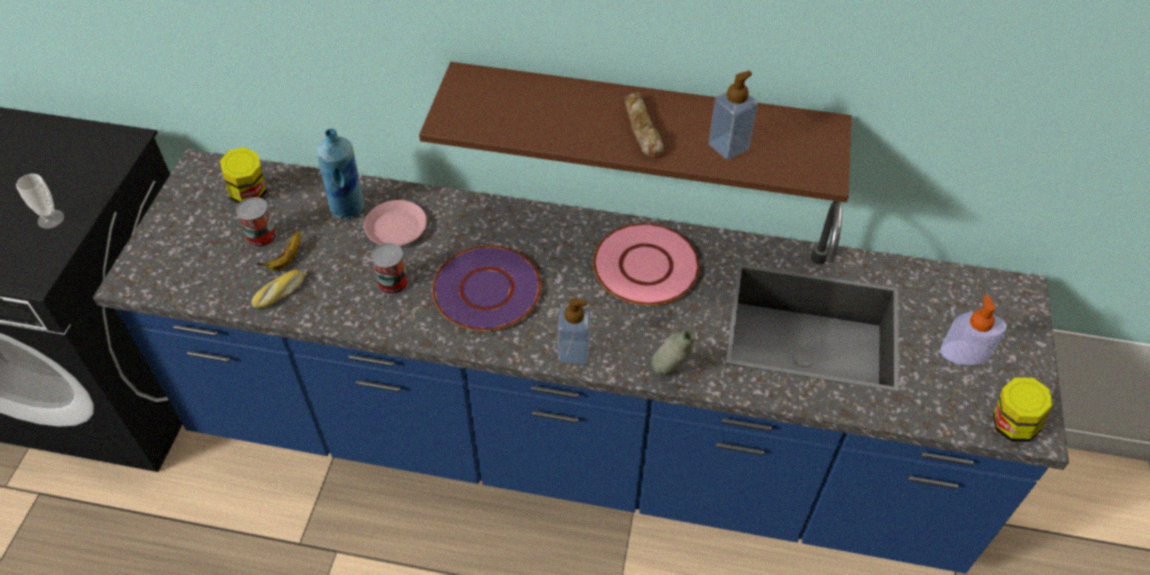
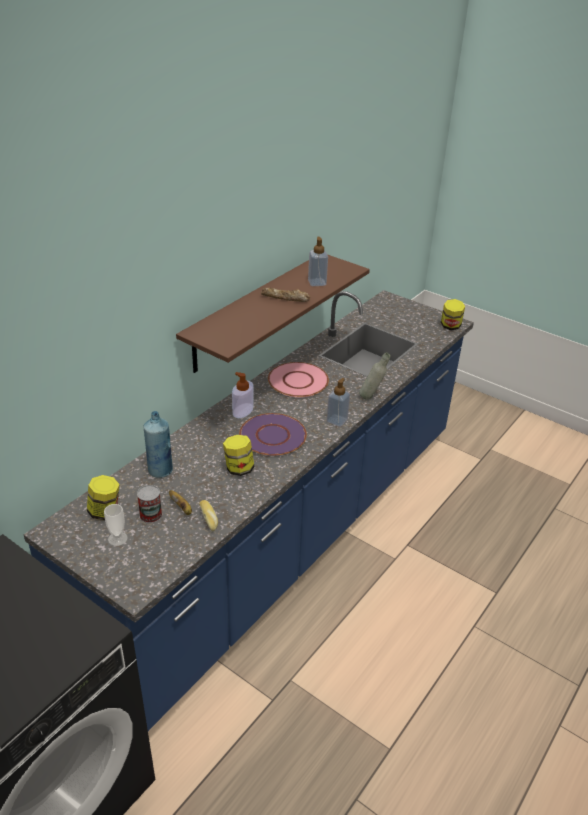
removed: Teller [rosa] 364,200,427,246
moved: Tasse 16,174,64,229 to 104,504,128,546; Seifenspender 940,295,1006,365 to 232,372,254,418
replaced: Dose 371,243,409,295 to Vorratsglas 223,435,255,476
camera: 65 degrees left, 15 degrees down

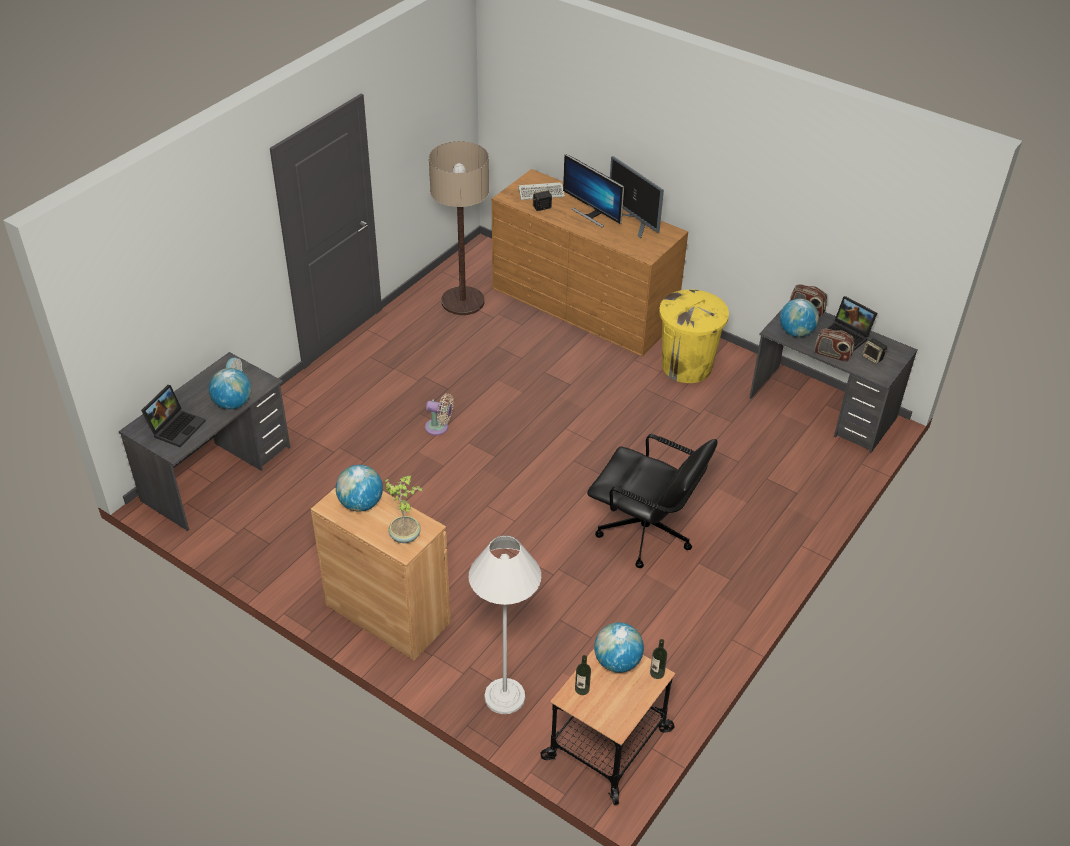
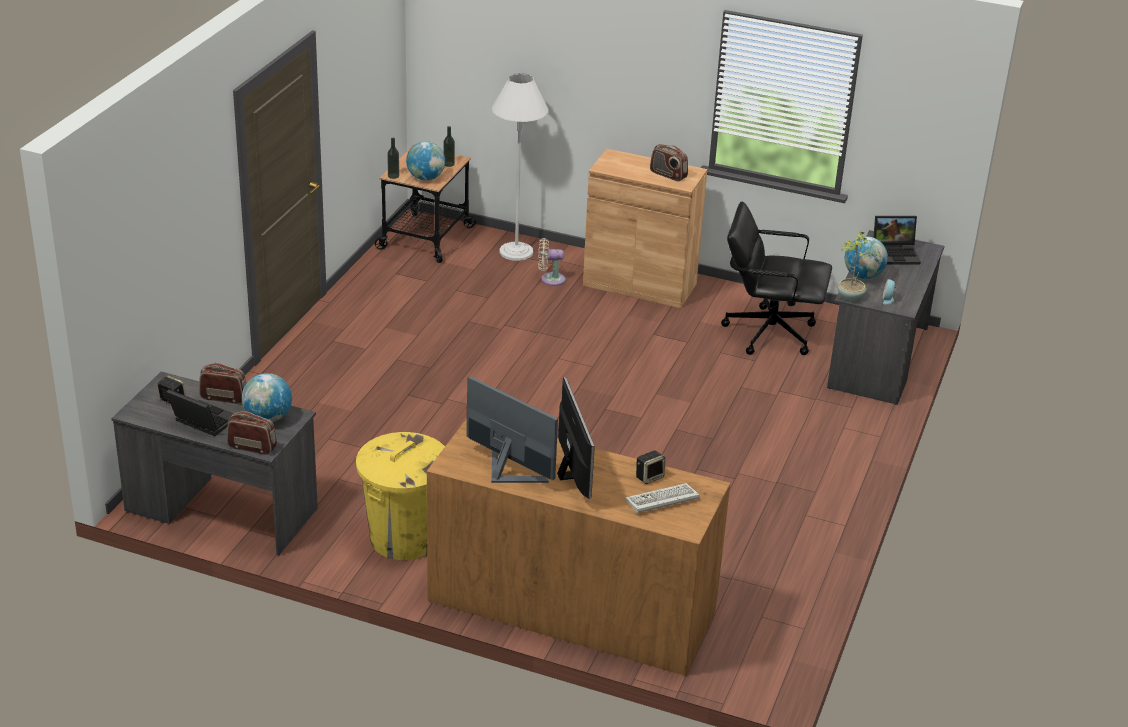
removed: Stehlampe 429,141,489,315
moved: Ventilator [beige] 425,394,454,435 to 538,238,565,286; Bürostuhl [schwarz] 587,434,717,568 to 721,201,832,355; Topfpflanze 385,476,424,543 to 837,230,881,301
replaced: Globus 336,465,383,512 to Radio 650,144,688,181
turned: Monitor 563,154,624,227 = 557,377,595,499 45 degrees clockwise; Laptop 141,385,206,447 = 873,216,921,265 105 degrees counterclockwise
camera: 165 degrees right, 10 degrees down

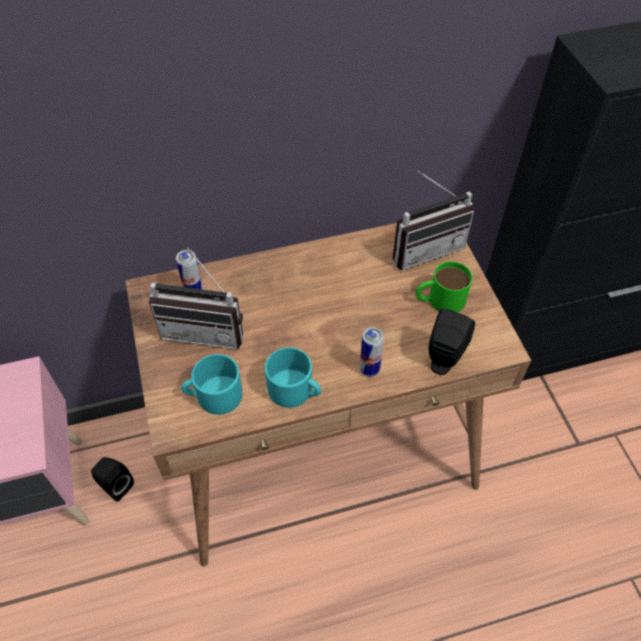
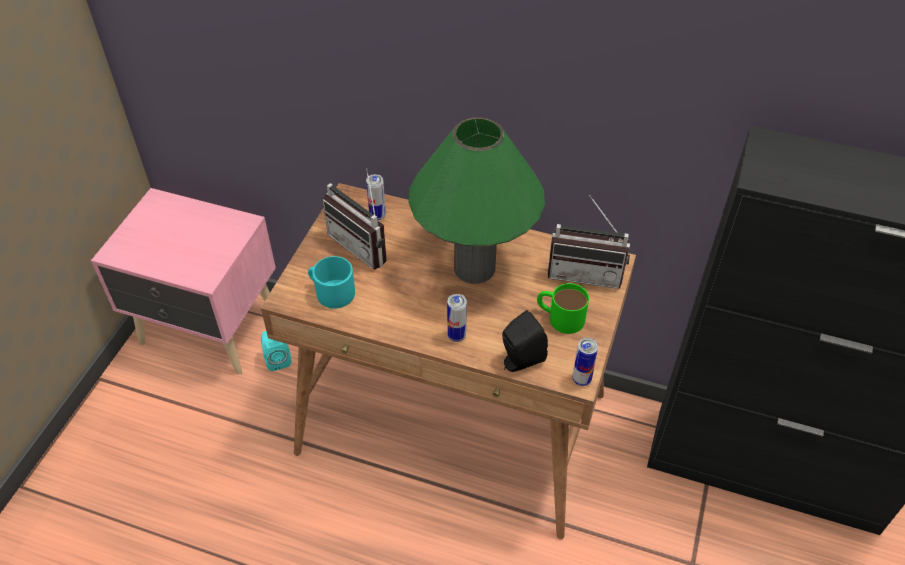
removed: Henkelbecher [türkis] 265,347,321,408
added: Tischlampe [grün] 408,117,545,284; Dose 572,338,598,386
recoloured: Lautsprecher [schwarz] 91,457,134,502 to Lautsprecher [türkis] 261,331,291,371
camera: 35 degrees right, 5 degrees down

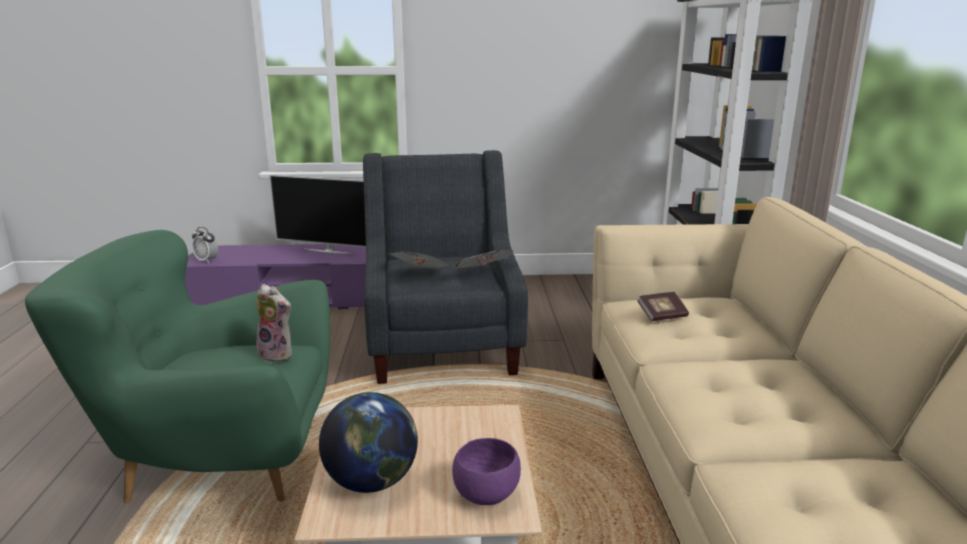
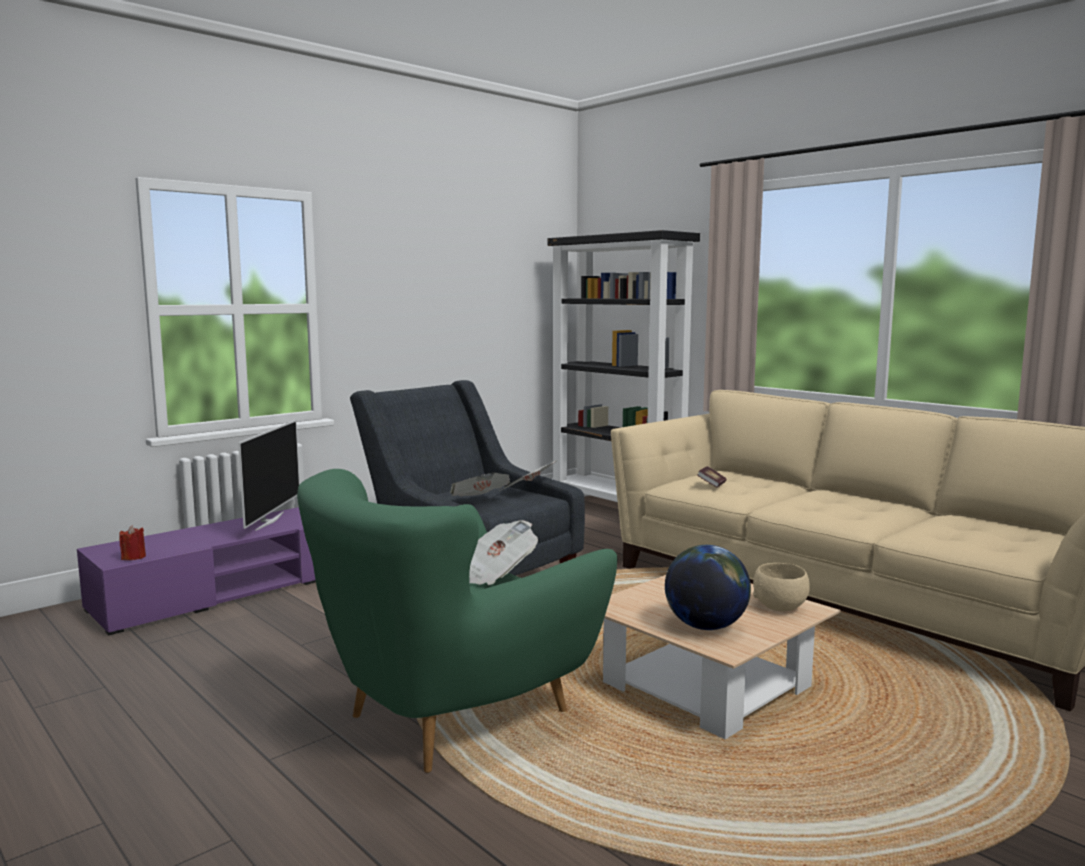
replaced: Wecker 192,227,218,263 to Kerze [rot] 119,526,146,560; Plüschtier 253,284,292,363 to Zeitung 469,520,538,585
recoloured: Schüssel [lila] 452,438,521,505 to Schüssel [beige] 753,563,810,611
turned: Fernseher 269,175,366,254 = 238,420,299,531 60 degrees counterclockwise
camera: 40 degrees left, 10 degrees down

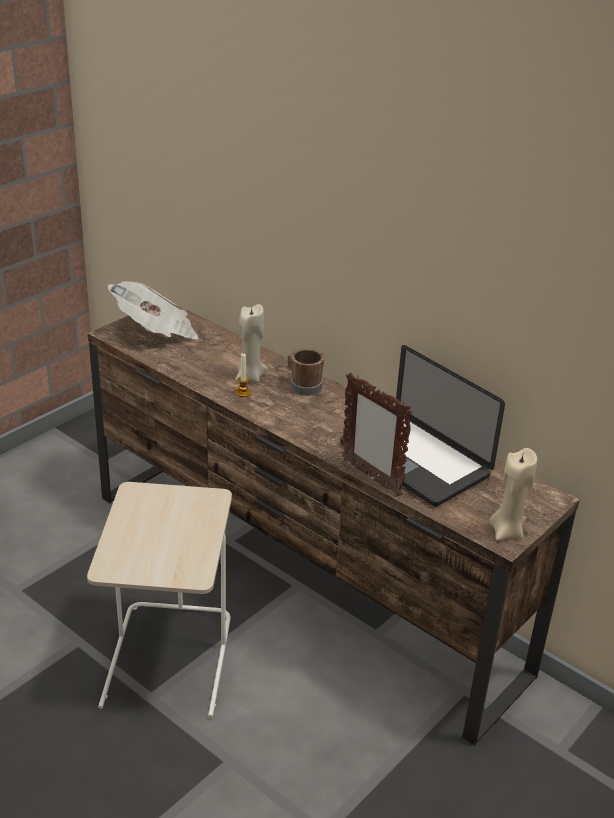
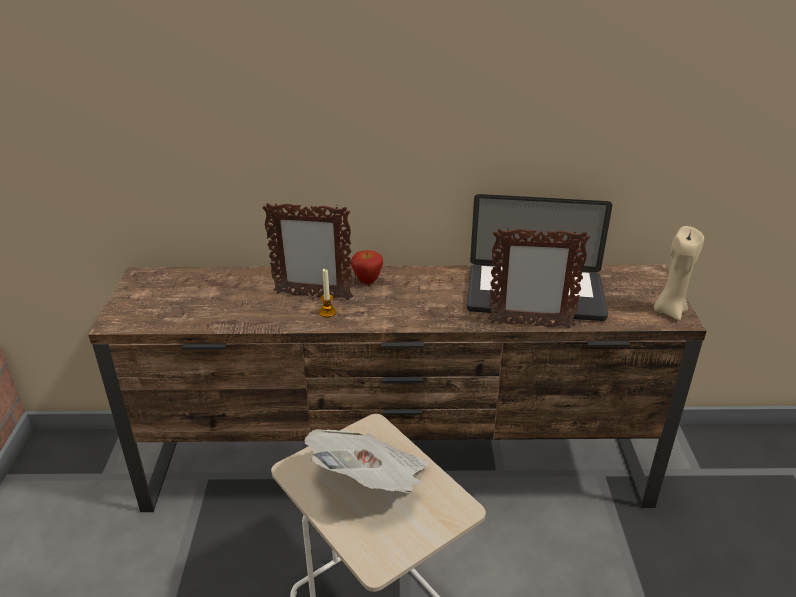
moved: Zeitung 108,281,198,339 to 305,429,429,493
replaced: Kerze [beige] 235,304,268,383 to Bilderrahmen 262,202,353,300; Henkelbecher [braun] 288,349,325,396 to Apfel 351,250,383,284
camera: 40 degrees left, 0 degrees up

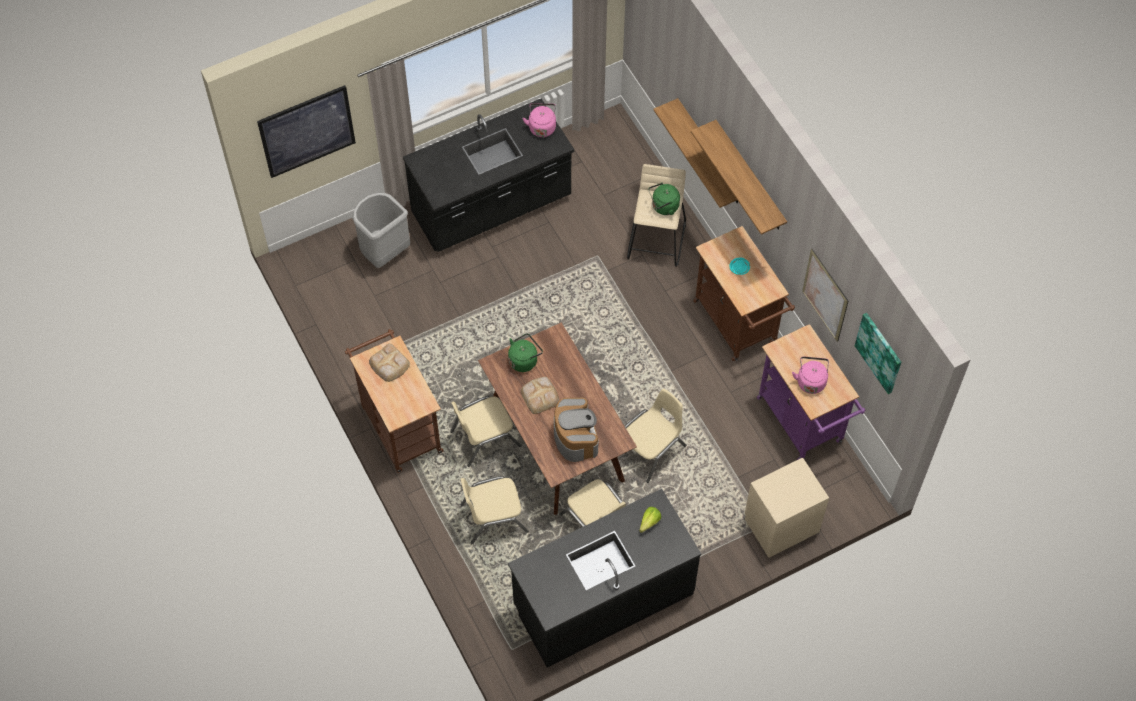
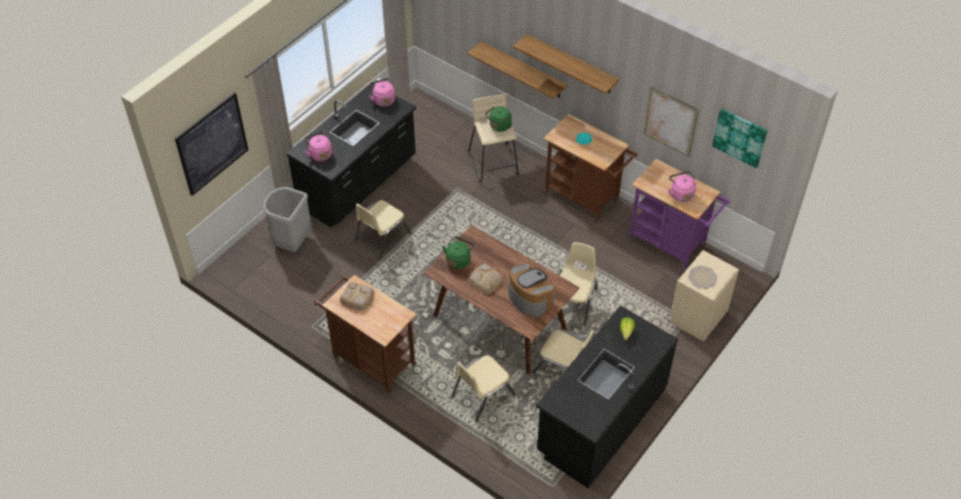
added: Wasserkessel [rosa] 304,131,332,161; Teller 688,265,717,289
moved: Stuhl [beige] 450,396,521,467 to 354,200,412,260
camera: 25 degrees left, 10 degrees down

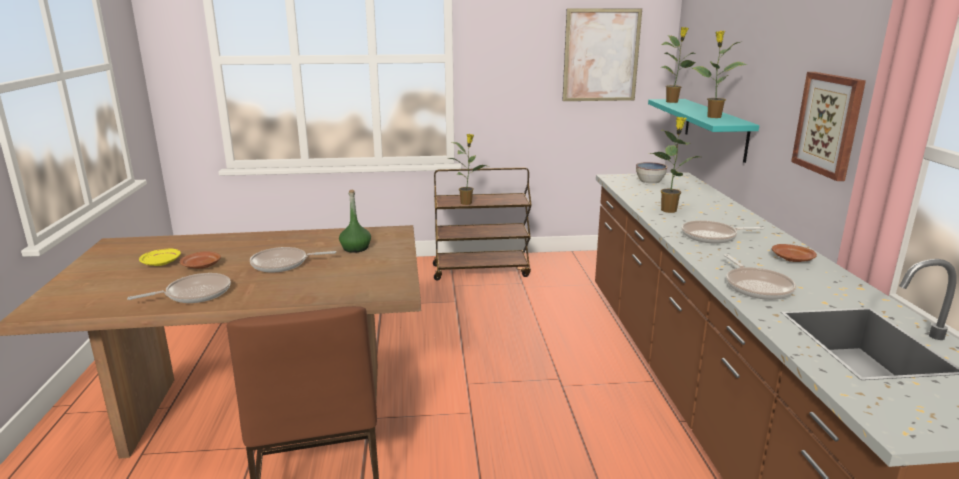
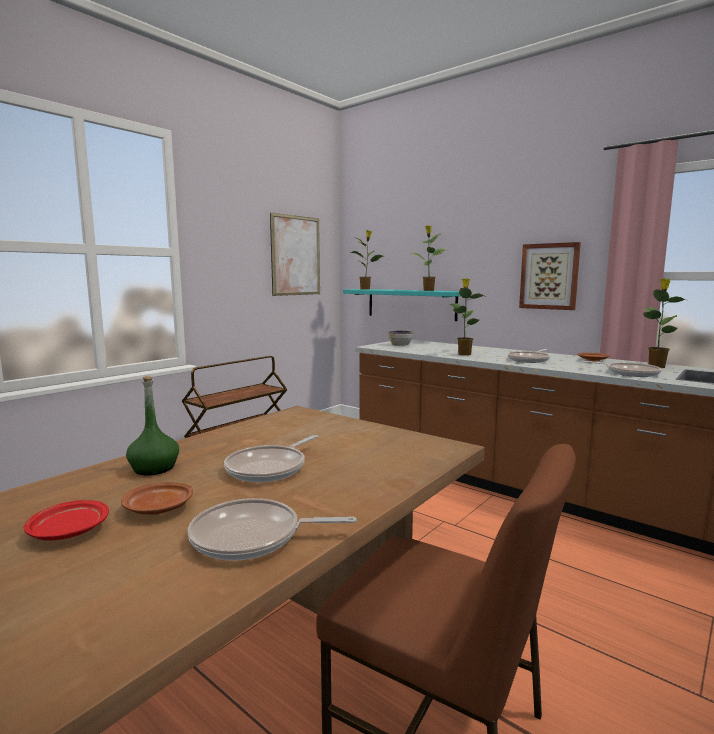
moved: Flasche [grün] 339,190,371,253 to 126,376,179,475; Topfpflanze 449,134,486,205 to 643,279,686,368
recoloured: Teller [gelb] 139,248,181,266 to Teller [rot] 24,500,109,541
turned: Pfanne 127,273,231,303 = 188,498,356,561 105 degrees counterclockwise
camera: 45 degrees left, 10 degrees down

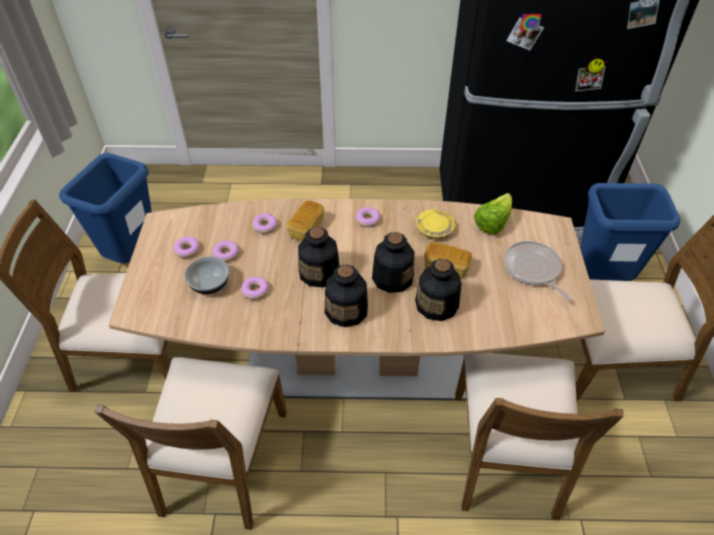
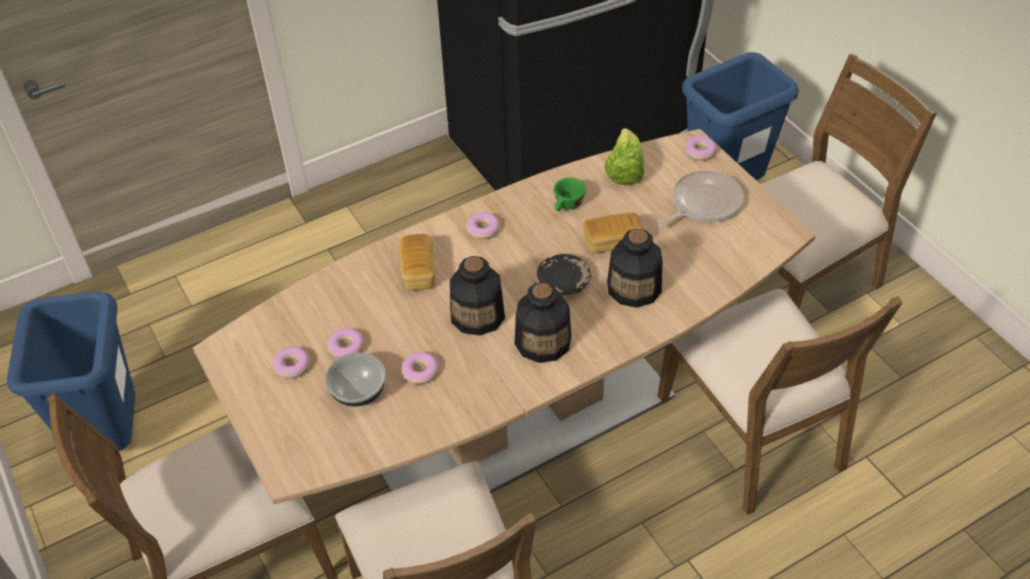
moved: Donut 252,214,278,234 to 685,136,717,161
replaced: Flasche 372,232,414,293 to Teller [schwarz] 537,254,591,296; Teller [gelb] 416,209,455,239 to Tasse [grün] 554,177,586,211
turned: Pfanne 504,241,571,301 = 657,170,744,228 105 degrees clockwise
camera: 30 degrees left, 0 degrees up

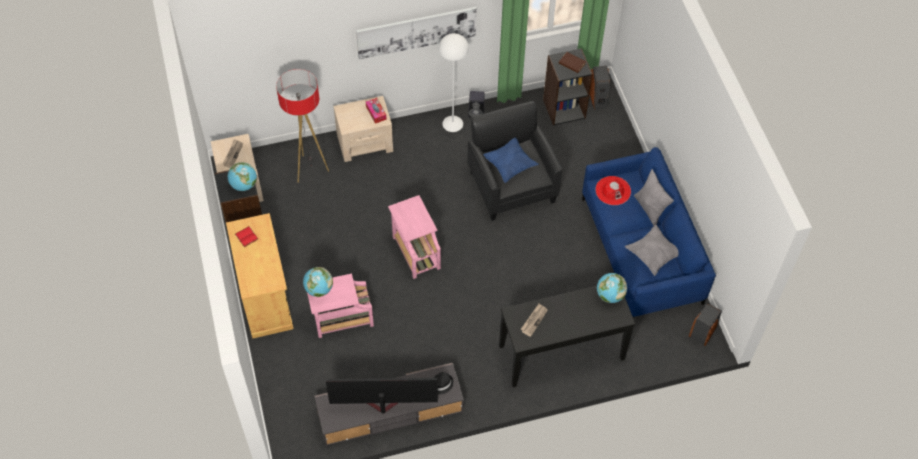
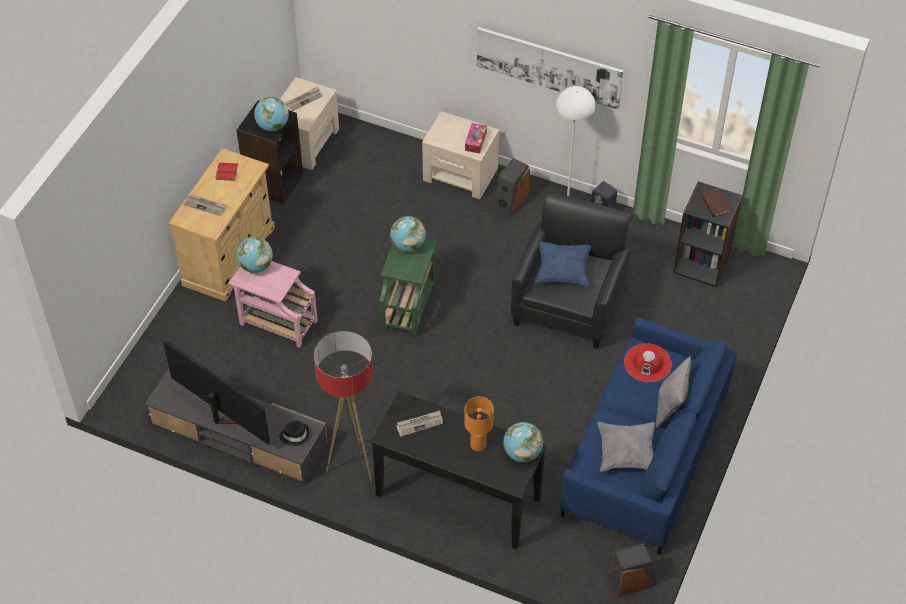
added: Zeitung 183,194,227,216; Globus 390,216,426,252; Tischlampe [orange] 464,396,494,452
moved: Stehlampe 276,69,329,183 to 314,331,373,481; Lautsprecher 590,66,610,110 to 494,158,530,217
recoloured: Beistelltisch [rosa] 388,195,441,279 to Beistelltisch [grün] 379,238,437,337
camera: 40 degrees right, 5 degrees down

